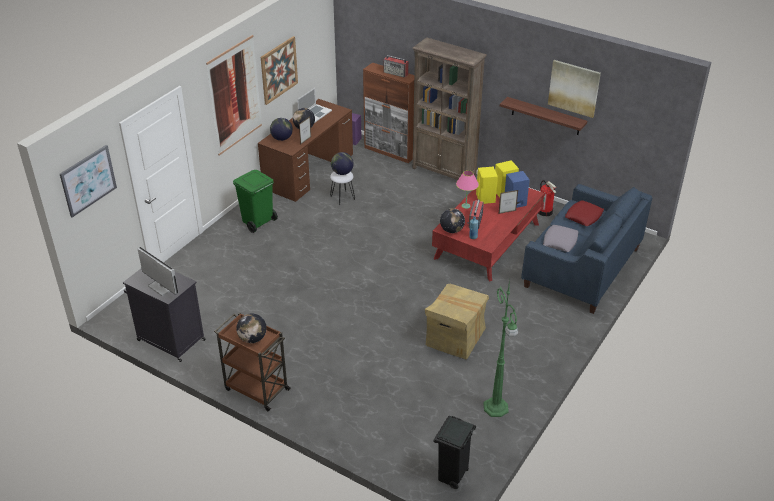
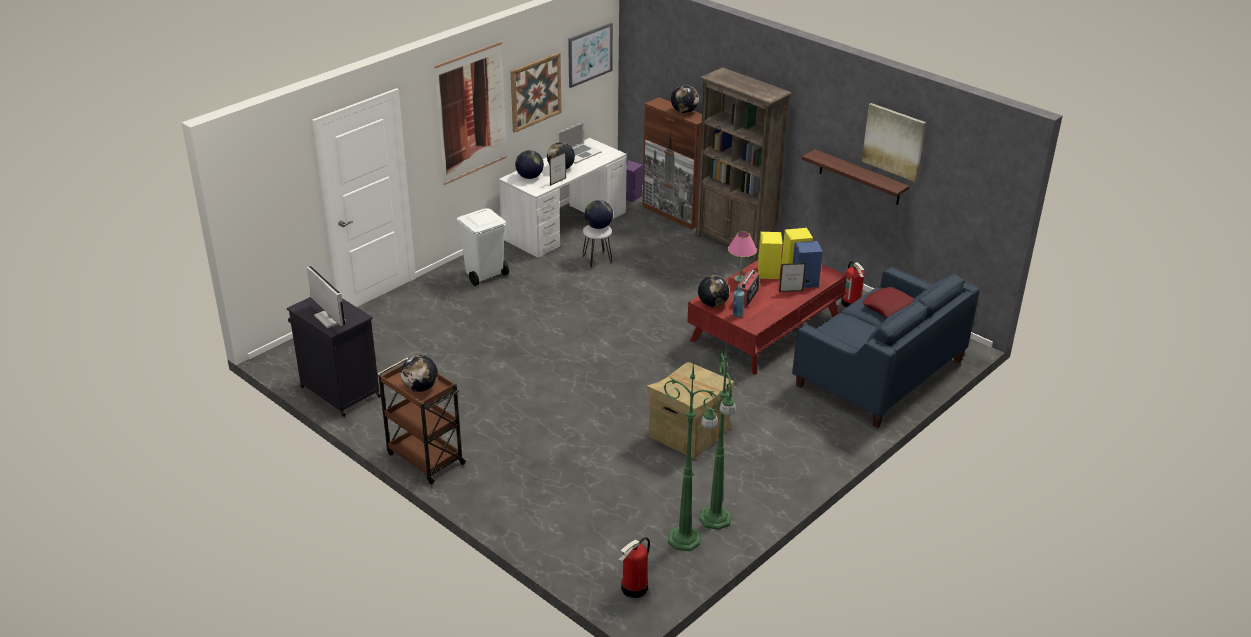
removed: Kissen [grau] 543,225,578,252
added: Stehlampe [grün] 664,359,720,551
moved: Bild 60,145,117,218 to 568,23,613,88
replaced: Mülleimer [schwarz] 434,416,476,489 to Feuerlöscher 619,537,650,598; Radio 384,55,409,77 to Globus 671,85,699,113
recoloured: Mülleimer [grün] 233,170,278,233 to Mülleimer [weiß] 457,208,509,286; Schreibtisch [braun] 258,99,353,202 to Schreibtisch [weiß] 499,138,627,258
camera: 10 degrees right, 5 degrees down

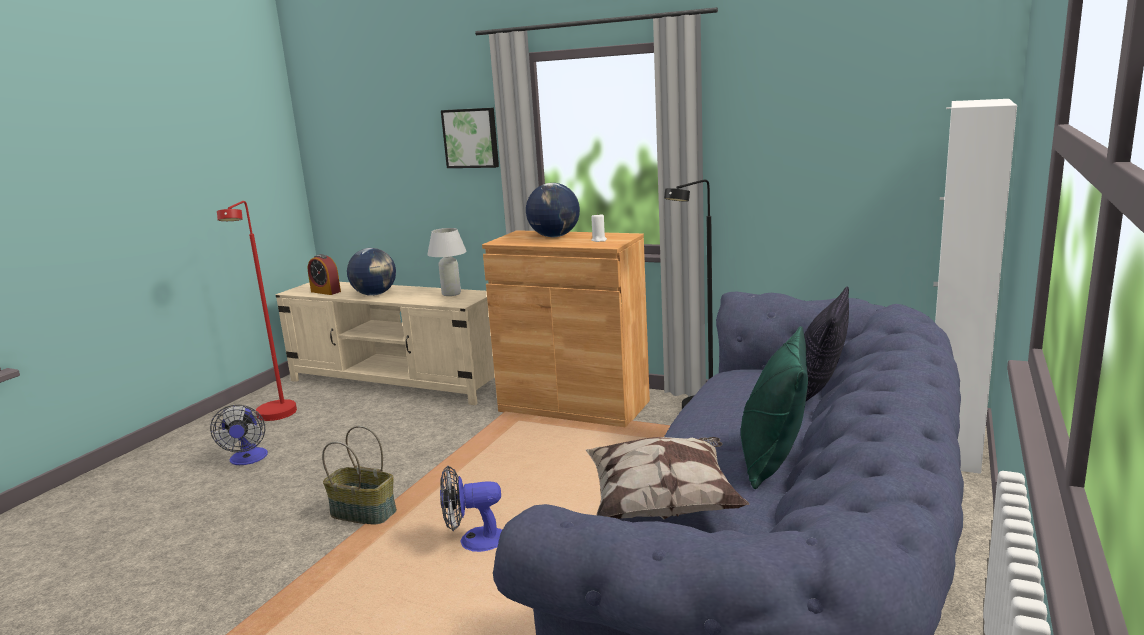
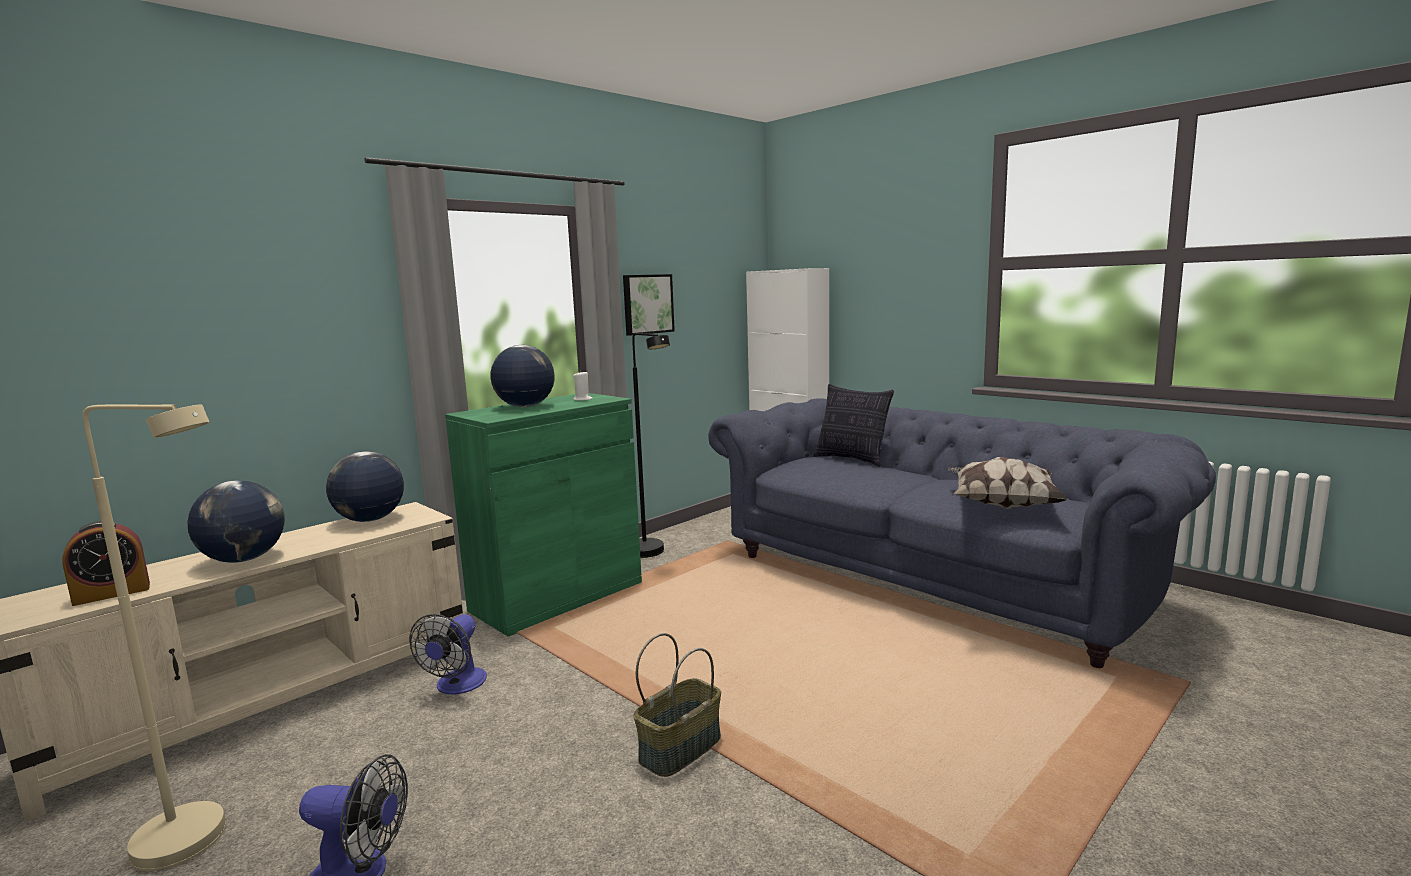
removed: Kissen [grün] 741,326,808,489
moved: Ventilator 440,466,502,552 to 409,614,487,695; Bild 441,108,499,168 to 623,274,675,336
replaced: Tischlampe [weiß] 427,228,467,296 to Globus 326,451,404,522
recoloured: Stehlampe [rot] 217,201,297,421 to Stehlampe [beige] 83,404,226,871; Schrank [braun] 482,230,650,427 to Schrank [grün] 445,393,642,637
camera: 70 degrees left, 5 degrees down

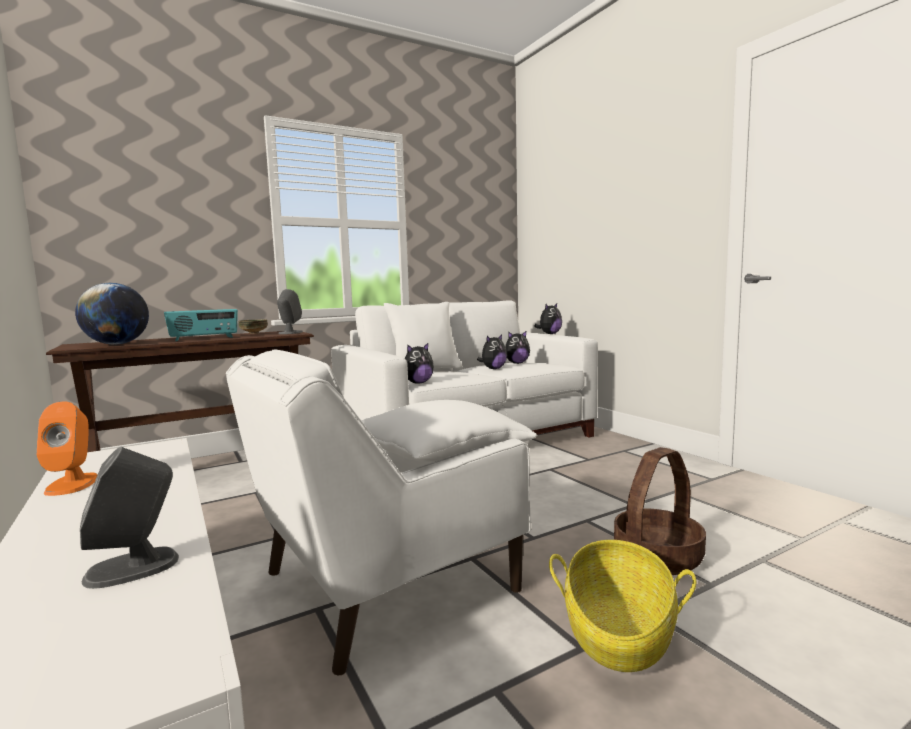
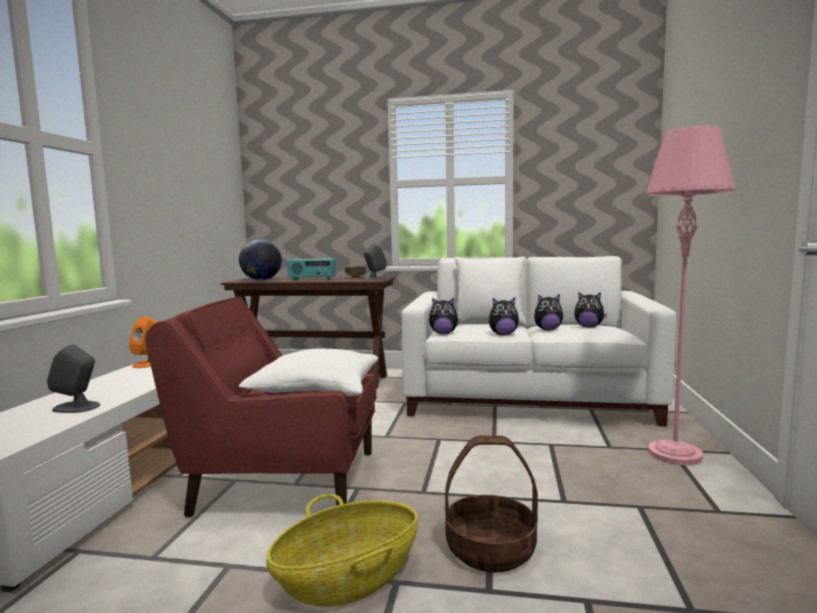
added: Stehlampe [rosa] 645,125,735,465
moved: Plüschtier 534,304,562,334 to 489,298,519,335
recoloured: Sessel [weiß] 226,350,530,675 to Sessel [rot] 145,296,377,517
camera: 40 degrees right, 0 degrees up

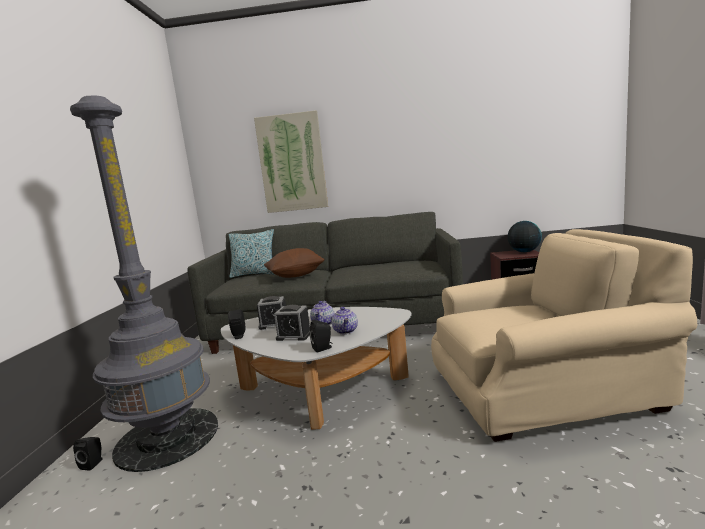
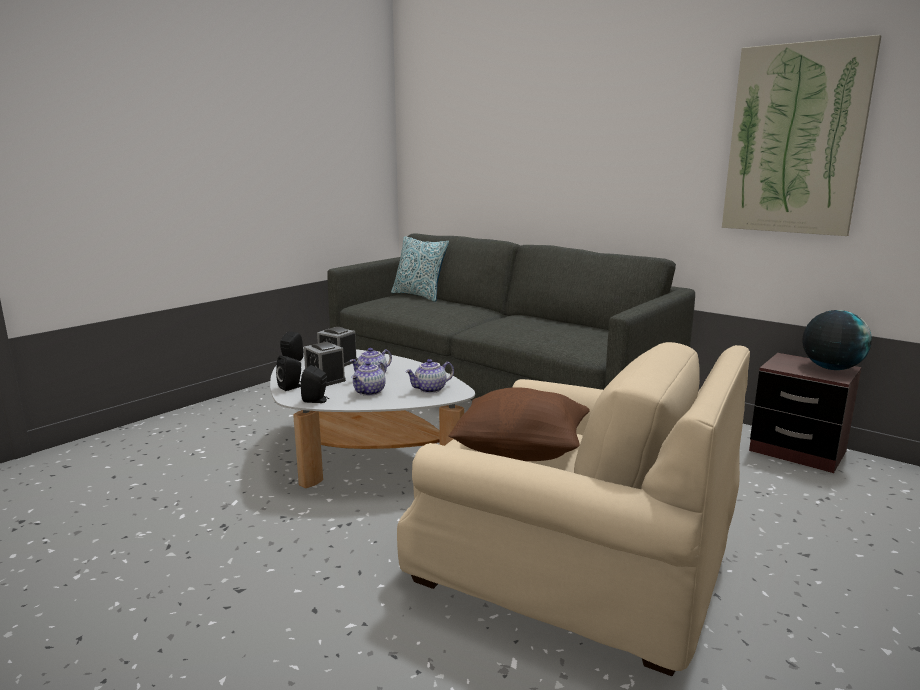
removed: Stehlampe [grau] 70,96,218,472
added: Teekanne 405,359,454,393
moved: Lautsprecher [schwarz] 73,437,103,470 to 276,355,301,391; Kissen [braun] 264,248,325,278 to 448,387,590,461; Bild 254,110,328,213 to 722,35,881,236
camera: 35 degrees right, 5 degrees up

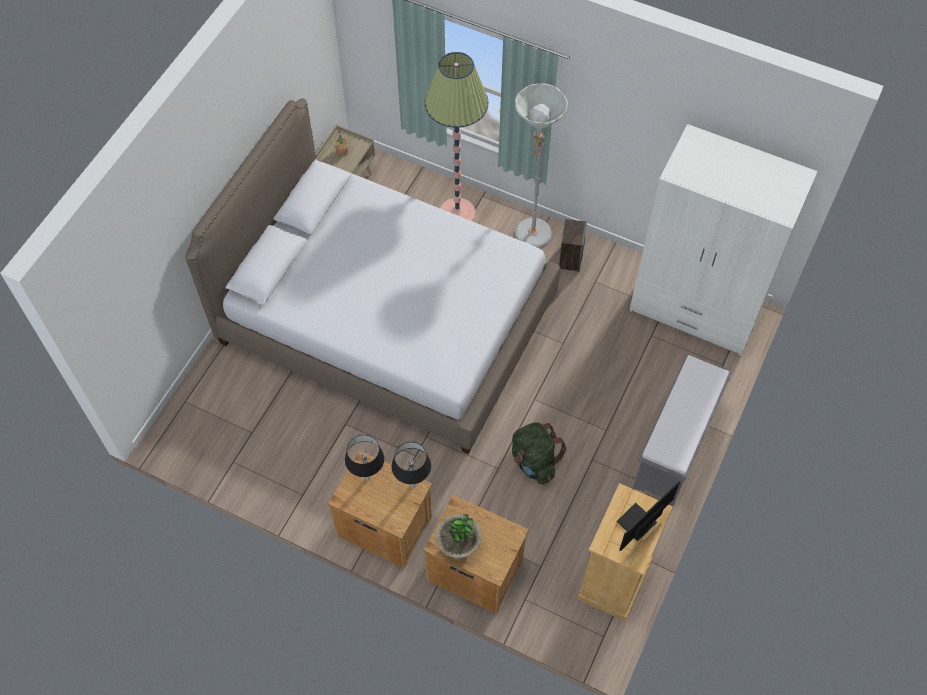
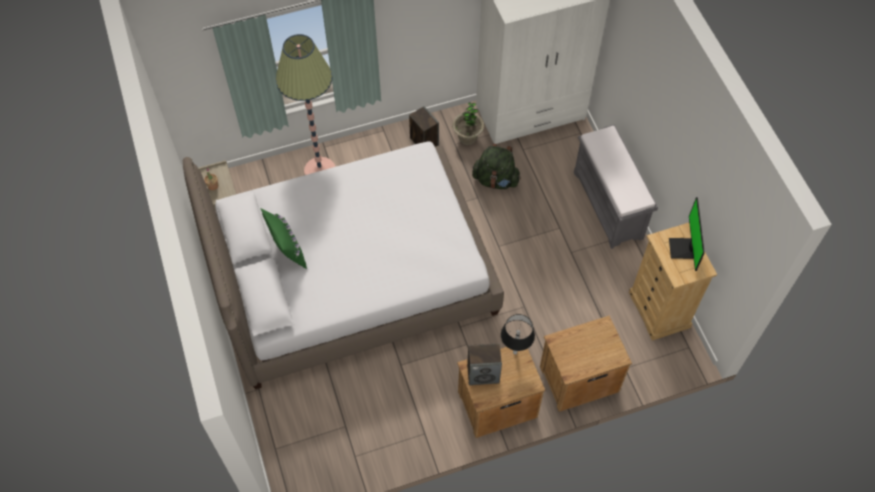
removed: Stehlampe [grau] 515,83,568,248
added: Kissen [grün] 260,208,307,269
moved: Topfpflanze 435,514,482,559 to 452,102,484,145; Rucksack [grün] 512,423,567,485 to 472,144,521,189
replaced: Tischlampe [schwarz] 345,435,384,481 to Lautsprecher 467,343,502,385
camera: 45 degrees left, 0 degrees up

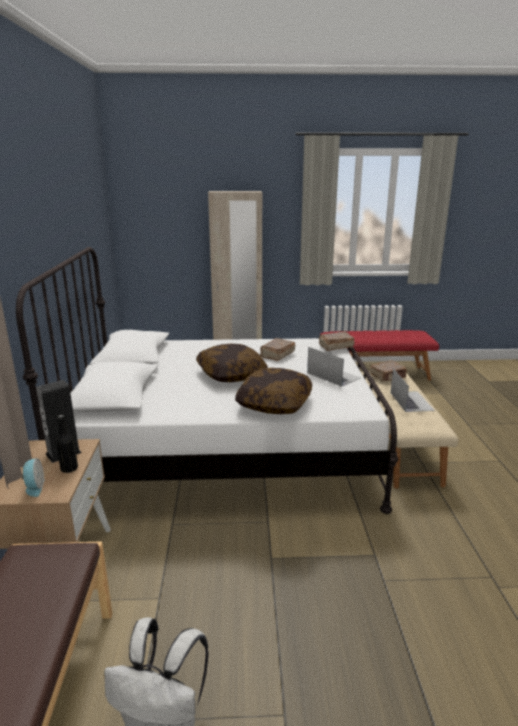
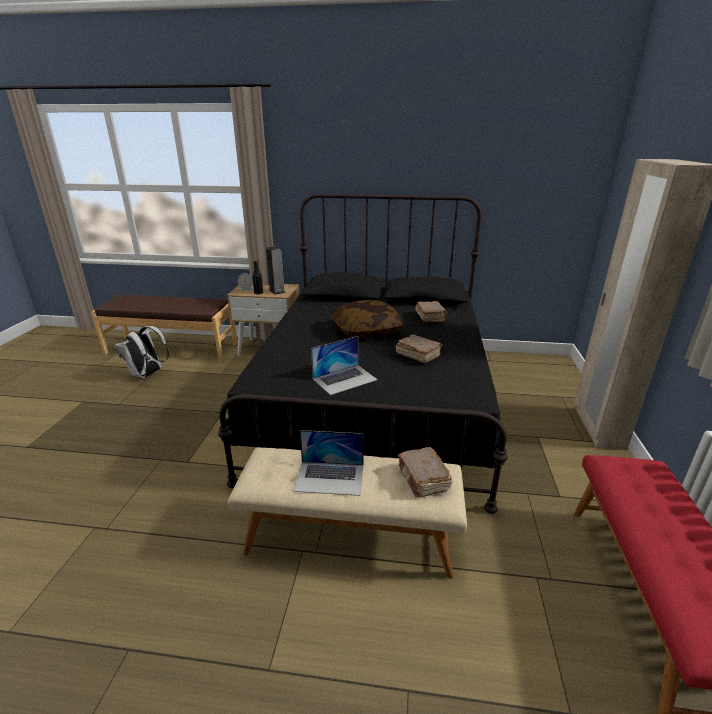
removed: Kissen 235,368,312,414
moved: Buch [braun] 319,332,355,351 to 415,301,448,322
recoloured: Bett [weiß] 16,247,398,514 to Bett [schwarz] 218,194,508,514
camera: 100 degrees right, 5 degrees up

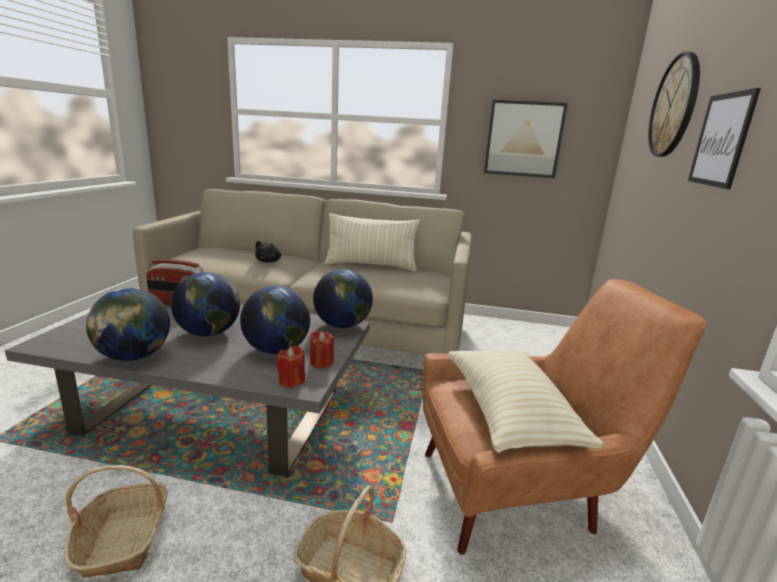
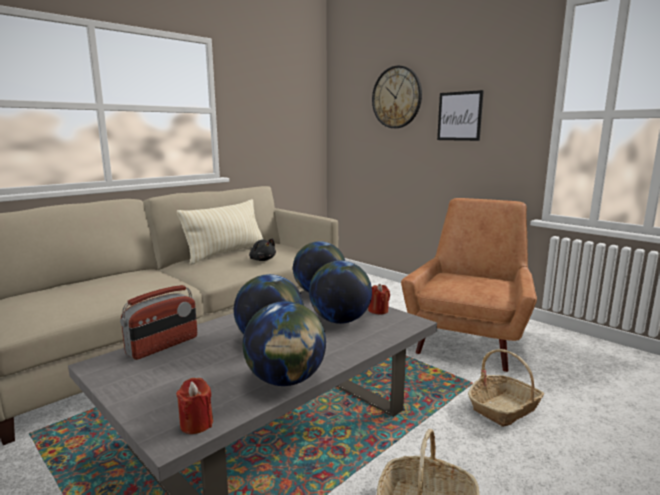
removed: Kissen [beige] 448,349,604,453; Bild 484,100,568,178
moved: Kerze [rot] 276,346,305,388 to 176,378,213,434; Plüschtier [schwarz] 255,241,281,262 to 249,238,276,261
camera: 55 degrees left, 5 degrees down

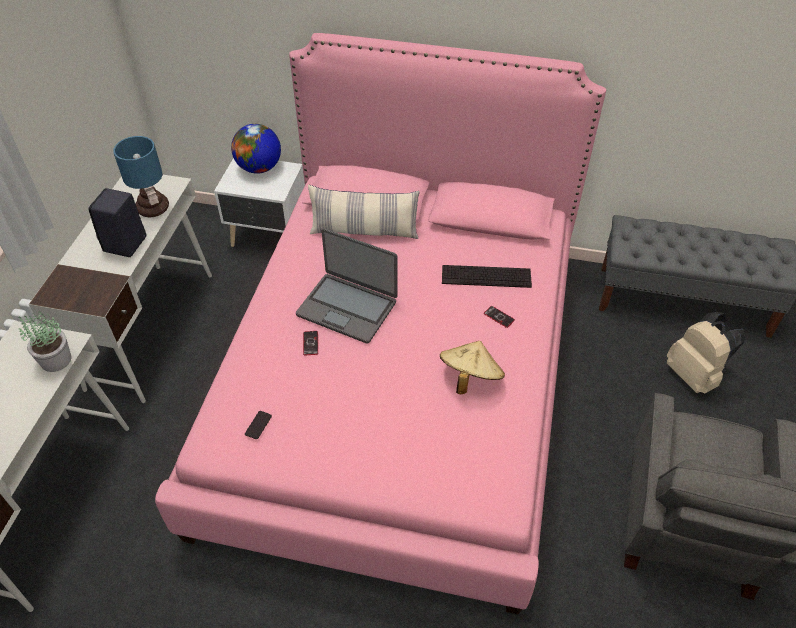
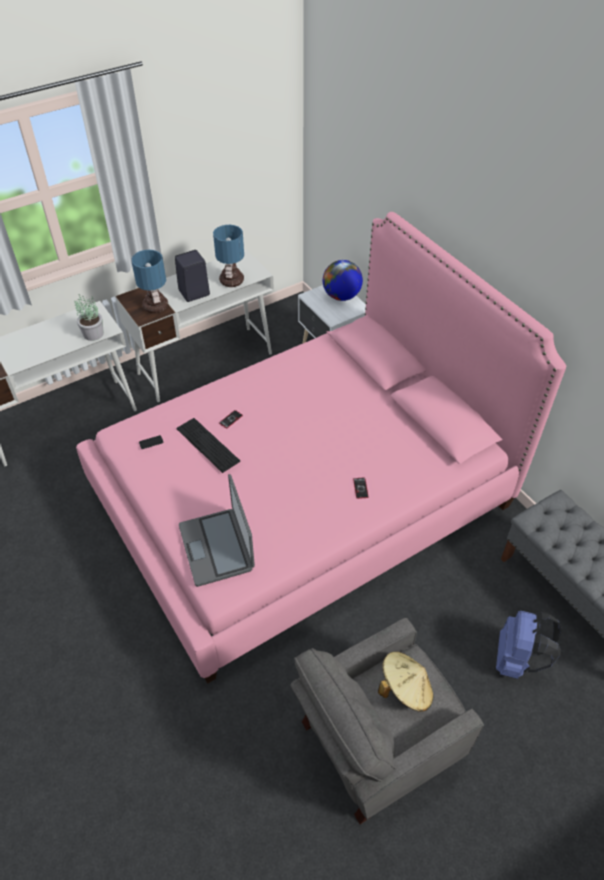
removed: Kissen 308,185,420,239
added: Tischlampe 131,250,168,313
moved: Tastatur 442,265,532,288 to 177,418,240,473; Laptop 296,228,398,344 to 179,474,255,587; Hut [beige] 440,341,505,394 to 378,652,433,712
recoloured: Rucksack [beige] 667,312,746,393 to Rucksack [blau] 496,611,563,679
camera: 45 degrees right, 0 degrees up

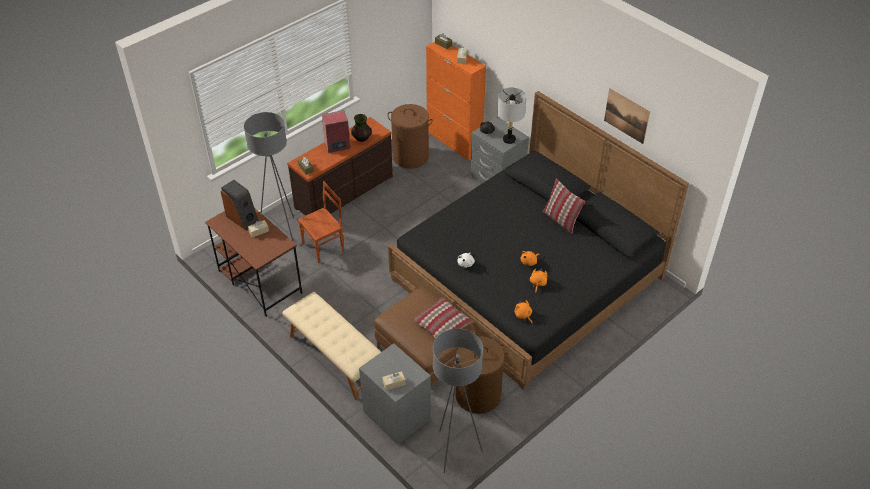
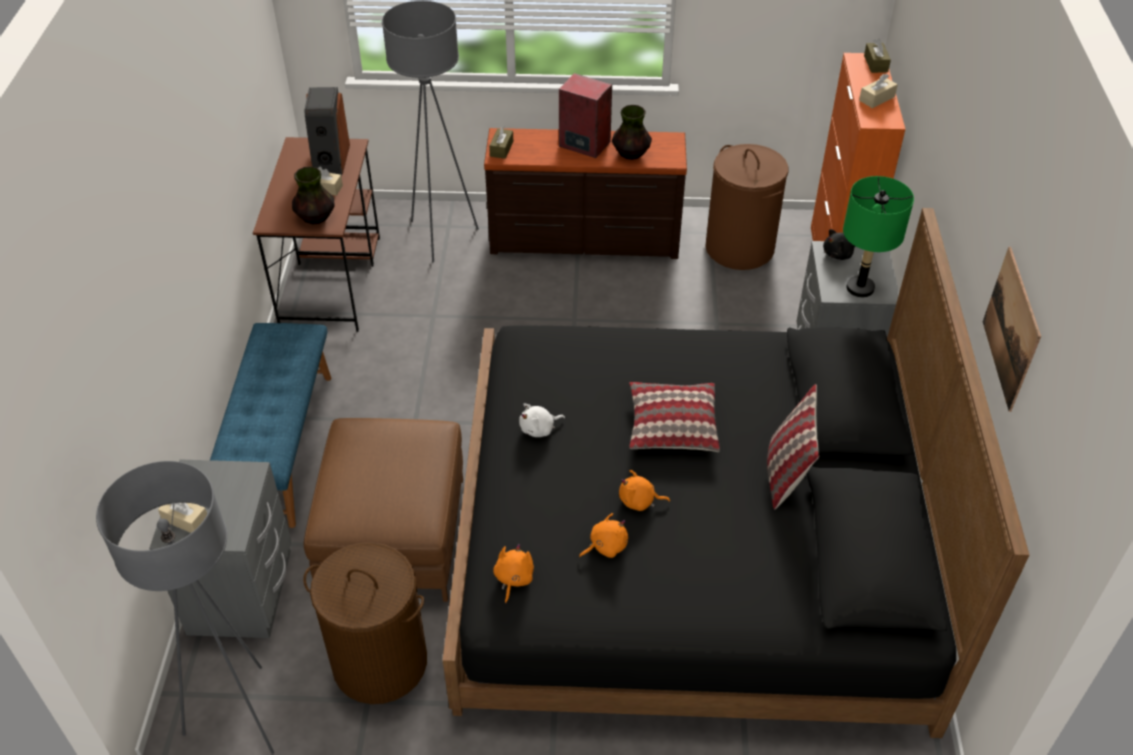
removed: Stuhl [braun] 298,181,344,263
added: Vase 292,166,334,224
moved: Kissen 411,297,473,339 to 629,382,720,452
recoloured: Bank [beige] 282,292,381,400 to Bank [blau] 210,323,331,528; Tischlampe [grau] 497,88,527,144 to Tischlampe [grün] 843,176,914,297
camera: 45 degrees right, 0 degrees up

